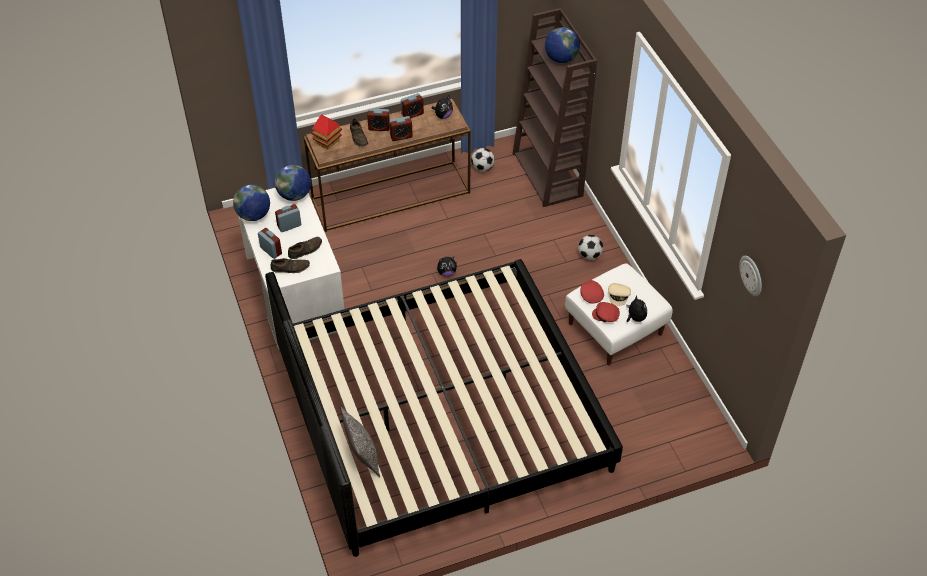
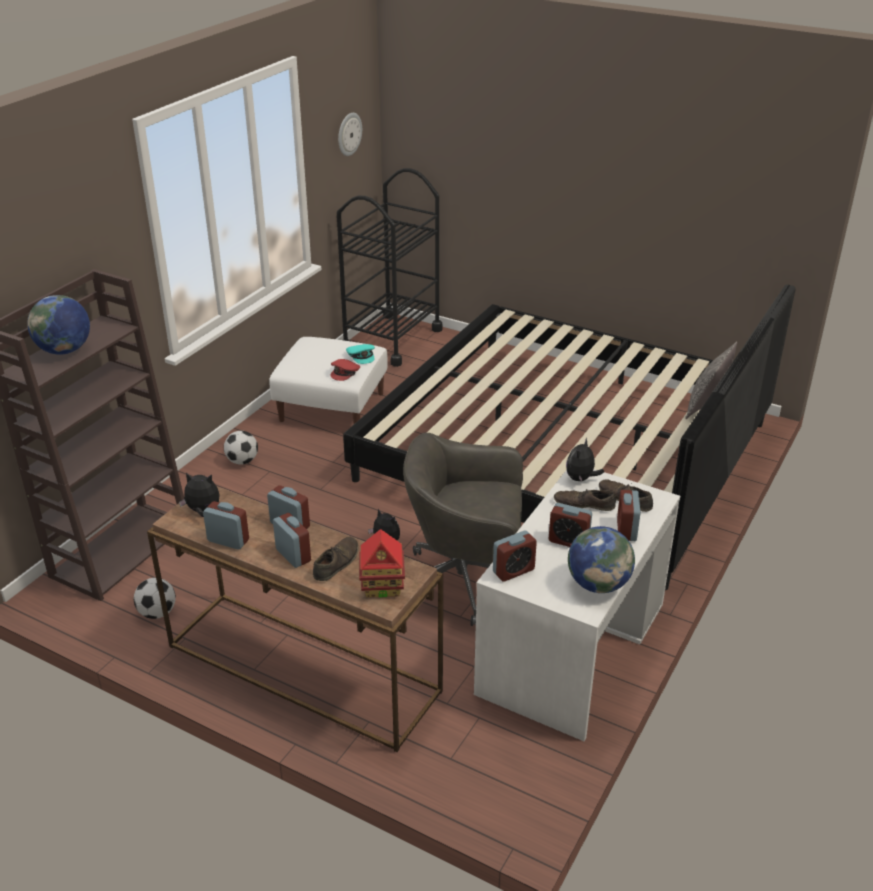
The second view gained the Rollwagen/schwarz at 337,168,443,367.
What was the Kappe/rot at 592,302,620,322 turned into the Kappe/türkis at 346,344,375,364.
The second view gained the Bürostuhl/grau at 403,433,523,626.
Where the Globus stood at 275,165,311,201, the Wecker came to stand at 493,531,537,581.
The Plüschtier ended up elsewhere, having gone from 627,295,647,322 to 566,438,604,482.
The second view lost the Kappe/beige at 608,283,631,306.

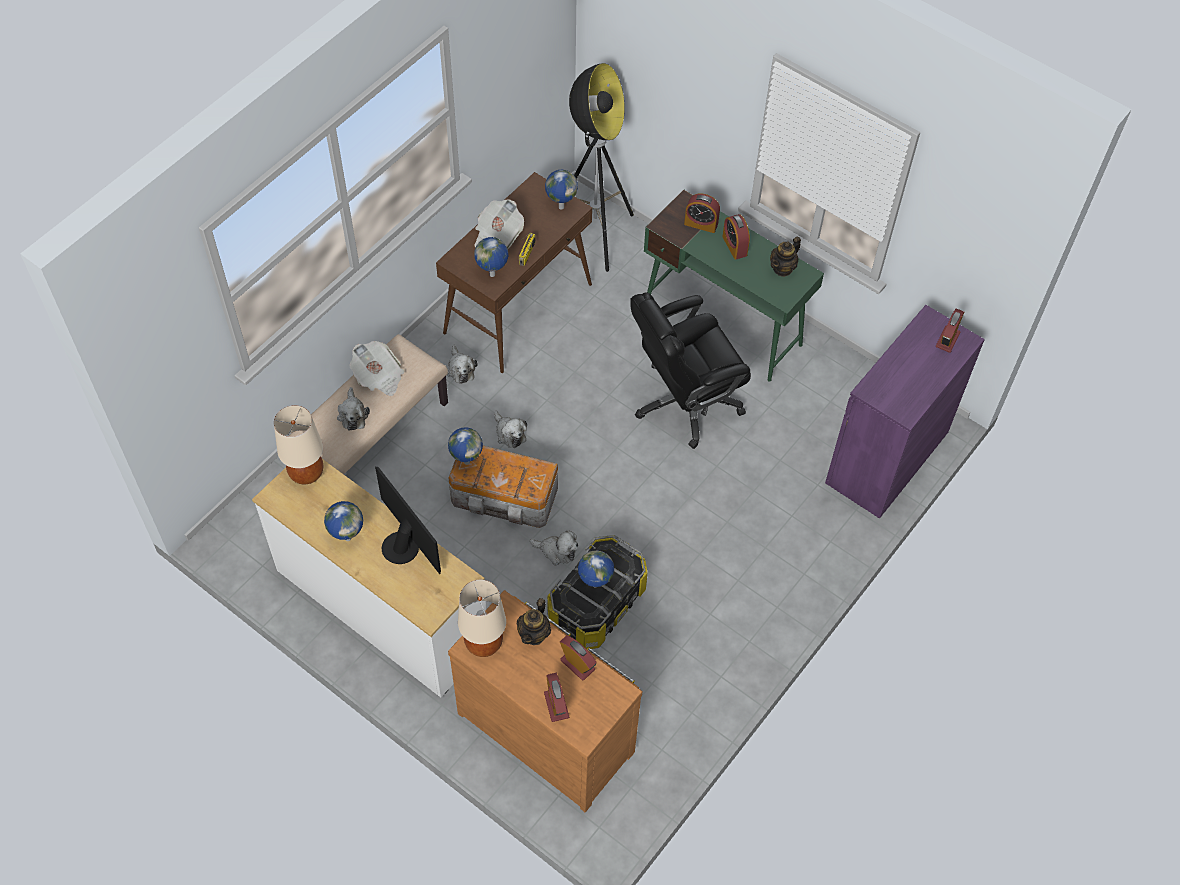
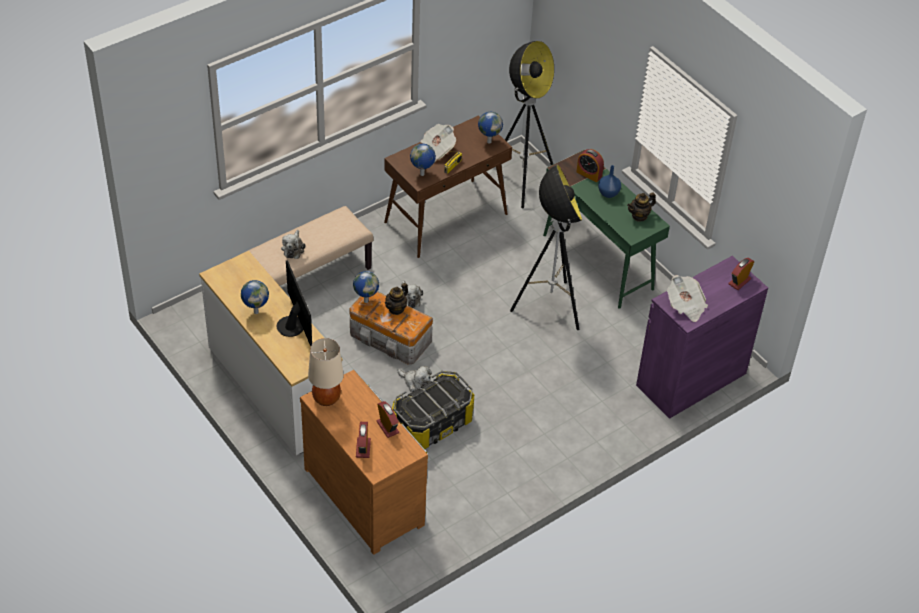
The Teekanne ended up elsewhere, having gone from 516,598,551,645 to 385,283,408,315.
Where the Bürostuhl/schwarz stood at 630,292,751,449, the Stehlampe came to stand at 510,164,582,330.
Where the Wecker stood at 722,214,750,260, the Vase/blau came to stand at 598,165,621,198.
The Zeitung ended up elsewhere, having gone from 349,341,404,396 to 667,275,708,322.
The second view lost the Tischlampe/beige at 274,405,323,484.
The second view lost the Plüschtier at 447,345,478,384.
The second view lost the Globus at 578,550,614,588.

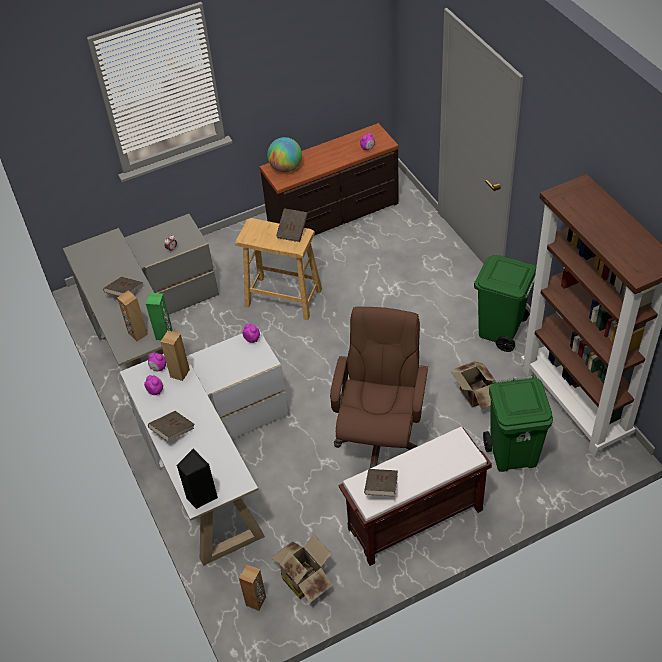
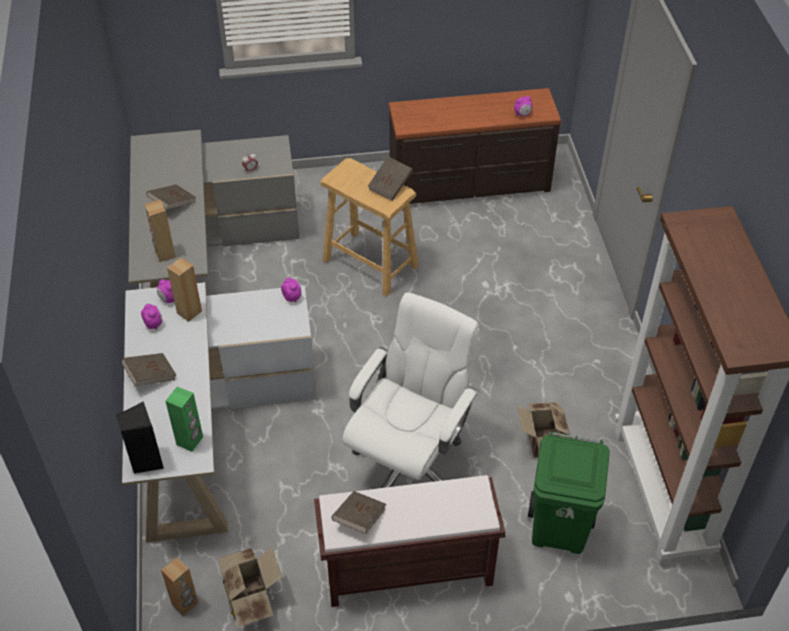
The Lautsprecher/grün ended up elsewhere, having gone from 146,293,173,340 to 165,387,203,452.
What was the Bürostuhl/braun at 330,306,428,468 turned into the Bürostuhl/weiß at 343,293,479,488.
The second view lost the Globus at 267,137,302,172.
The second view lost the Mülleimer/grün at 474,255,536,352.

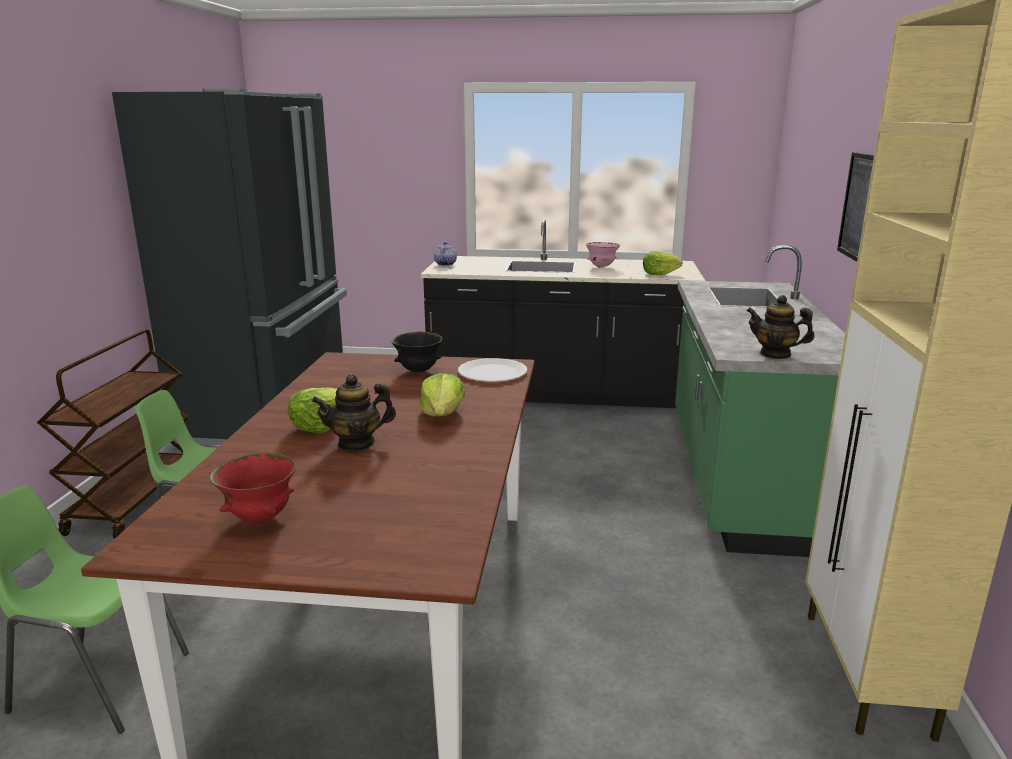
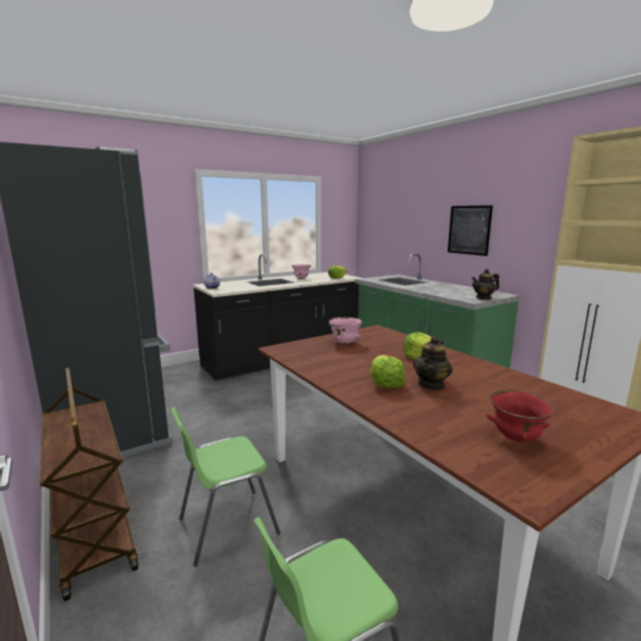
What was the Schüssel/schwarz at 390,332,443,373 turned into the Schüssel/rosa at 328,317,362,344.
The second view lost the Teller/weiß at 458,358,527,382.

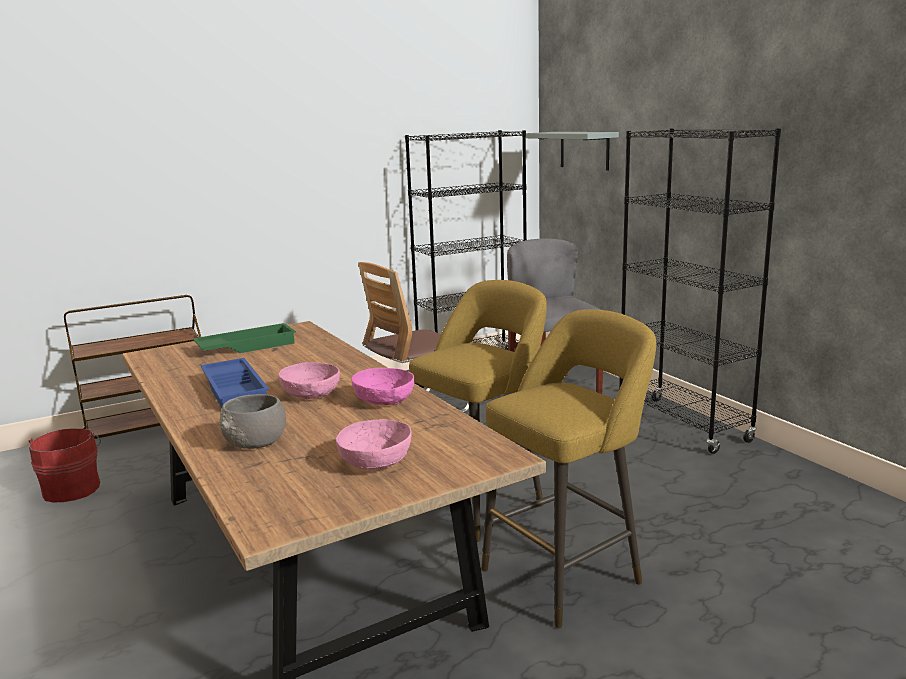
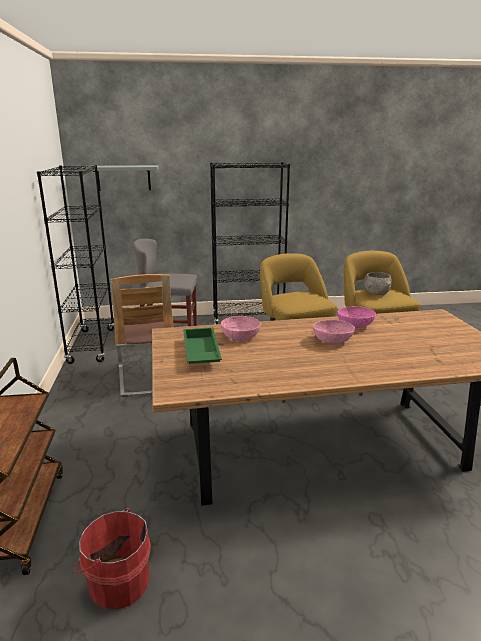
The Schüssel/rosa ended up elsewhere, having gone from 336,419,411,470 to 221,316,261,341.
The Schüssel/grau ended up elsewhere, having gone from 219,394,286,449 to 364,272,392,295.
The second view lost the Tablett/blau at 200,358,269,408.

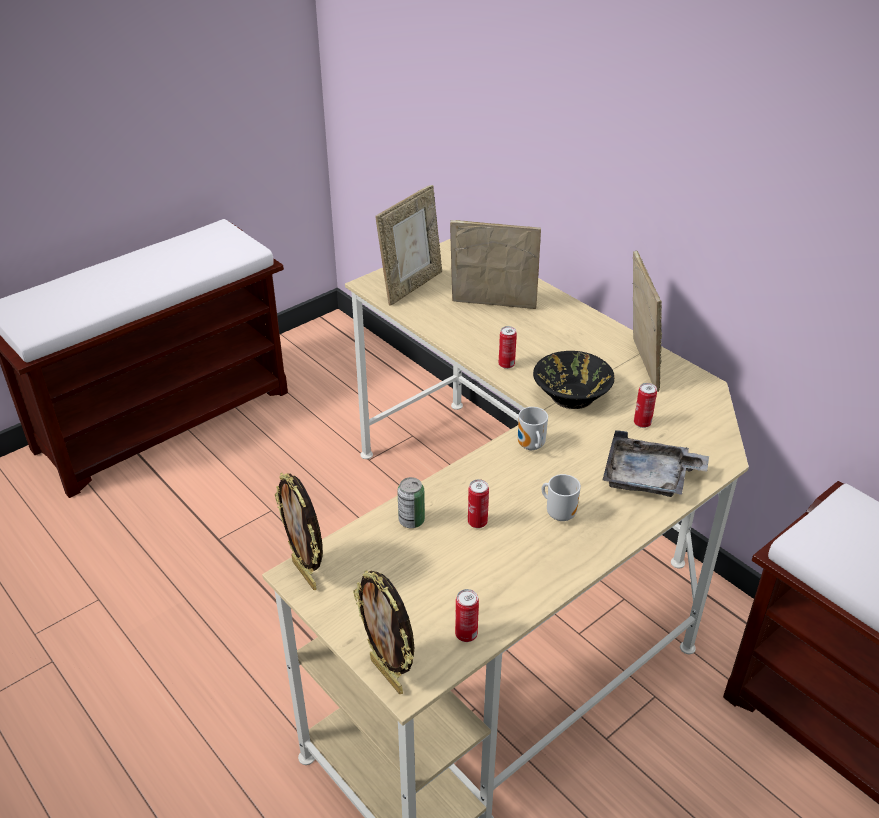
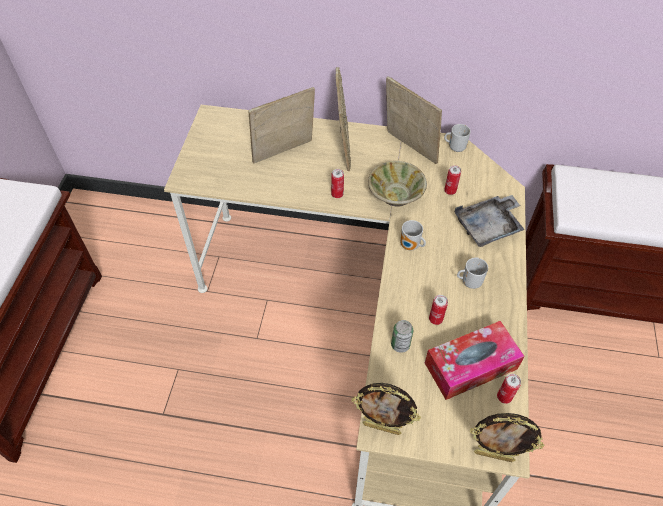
The Bilderrahmen ended up elsewhere, having gone from 376,185,442,306 to 335,67,351,171.
What was the Schüssel/schwarz at 533,351,615,409 turned into the Schüssel/beige at 368,161,427,207.
The second view gained the Taschentuchbox at 425,321,525,400.
The second view gained the Henkelbecher at 444,124,471,152.

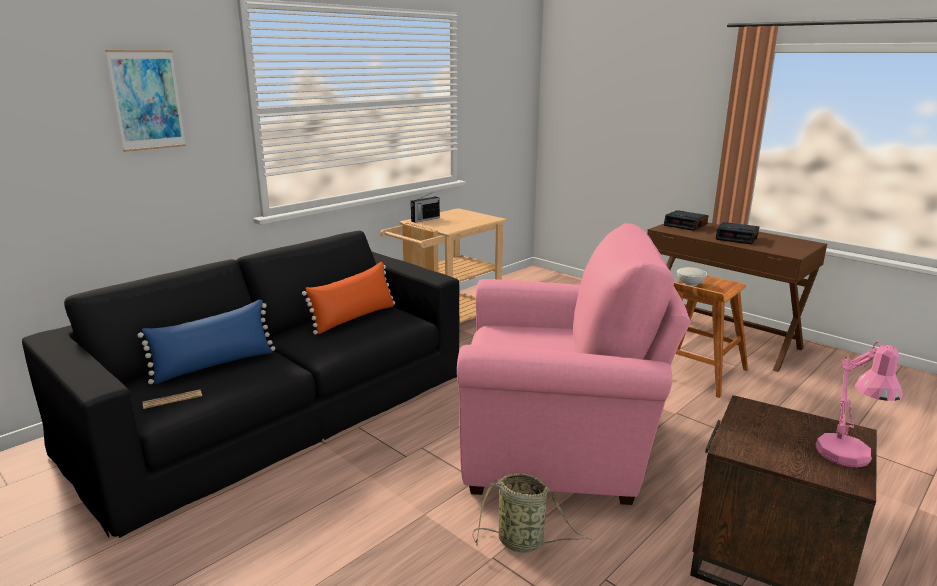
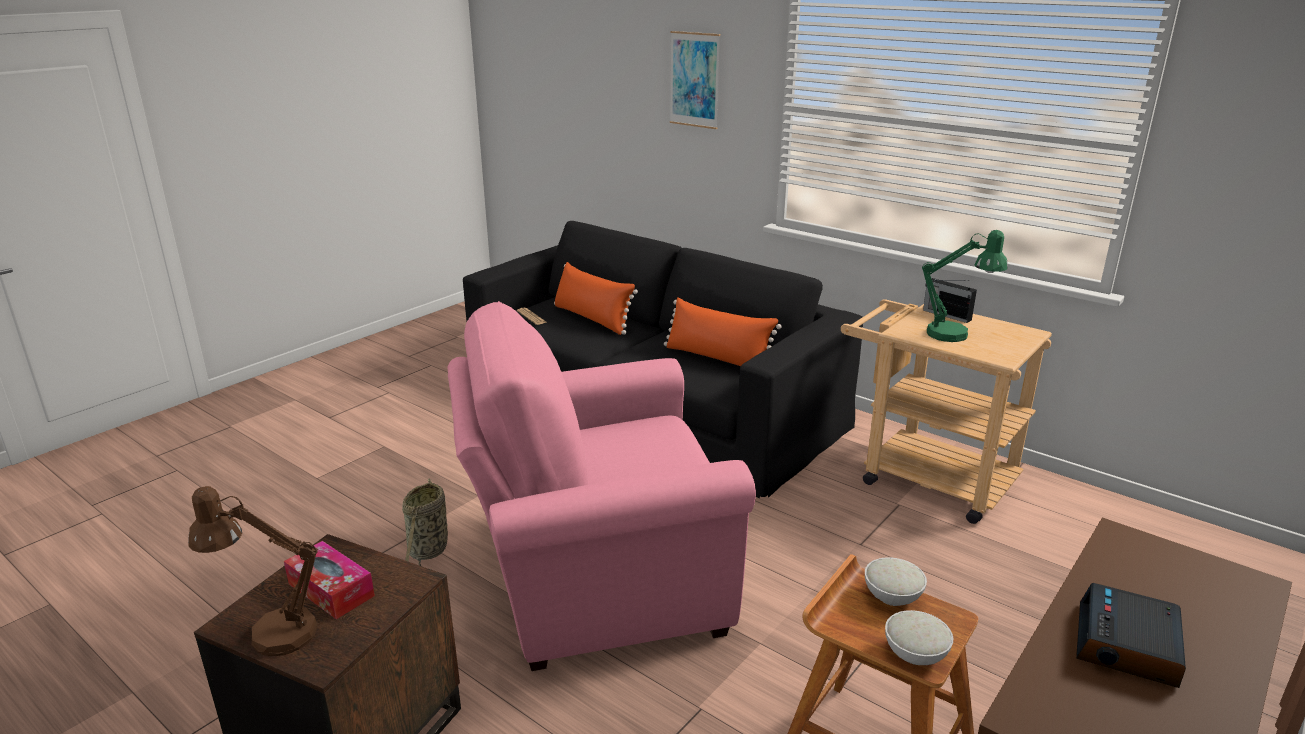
What was the Tischlampe/rosa at 815,342,902,467 turned into the Tischlampe/braun at 188,486,318,656.
The second view gained the Taschentuchbox at 284,541,375,619.
The Sessel/rosa at 457,223,691,505 ended up facing another way, 75 degrees clockwise from before.
What was the Kissen/blau at 137,300,275,384 turned into the Kissen/orange at 554,262,638,335.
The second view gained the Schüssel/weiß at 885,610,954,665.
The second view gained the Tischlampe/grün at 922,230,1008,342.
The second view lost the Wecker at 664,210,708,231.

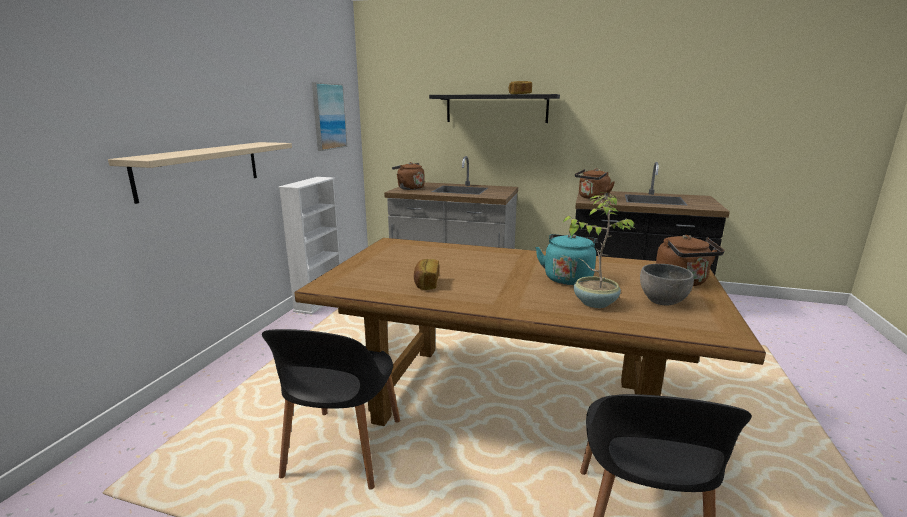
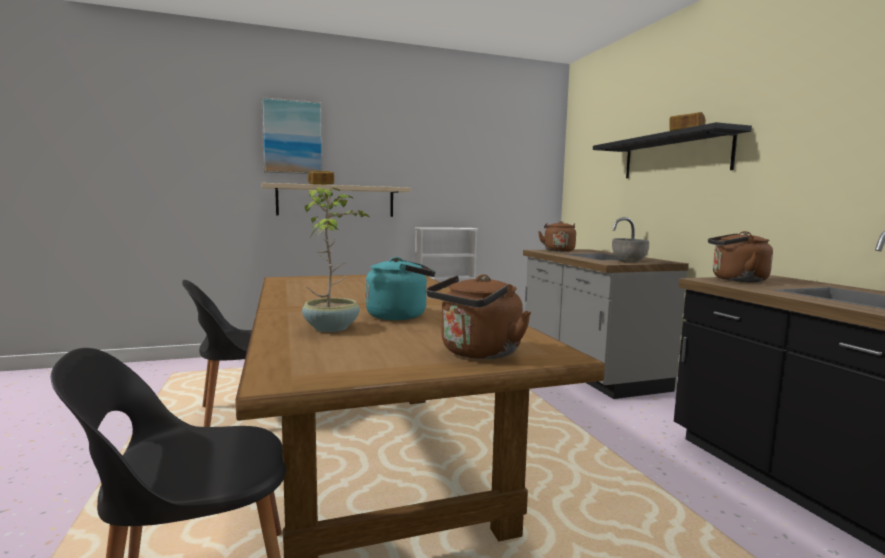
The Bild ended up elsewhere, having gone from 312,82,347,151 to 261,97,323,174.
The Brot ended up elsewhere, having gone from 414,259,439,290 to 308,171,334,185.
The Schüssel/grau ended up elsewhere, having gone from 640,264,694,305 to 612,238,649,263.

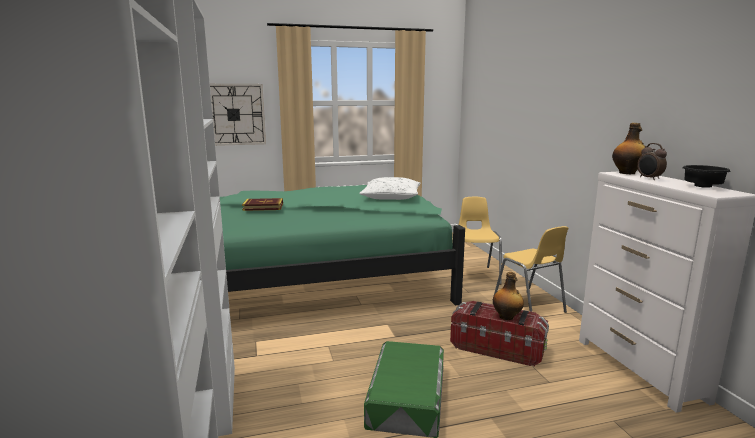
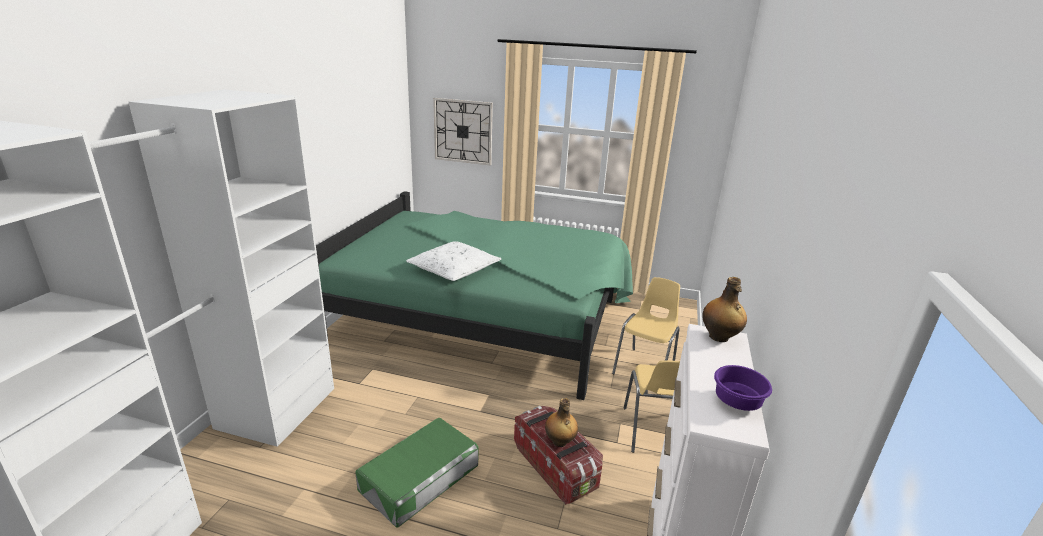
The Kissen/weiß ended up elsewhere, having gone from 359,177,420,200 to 406,241,502,281.
What was the Schüssel/schwarz at 683,165,730,188 turned into the Schüssel/lila at 714,365,772,411.
The second view lost the Buch at 242,198,283,211.
The second view lost the Wecker at 637,143,667,180.

